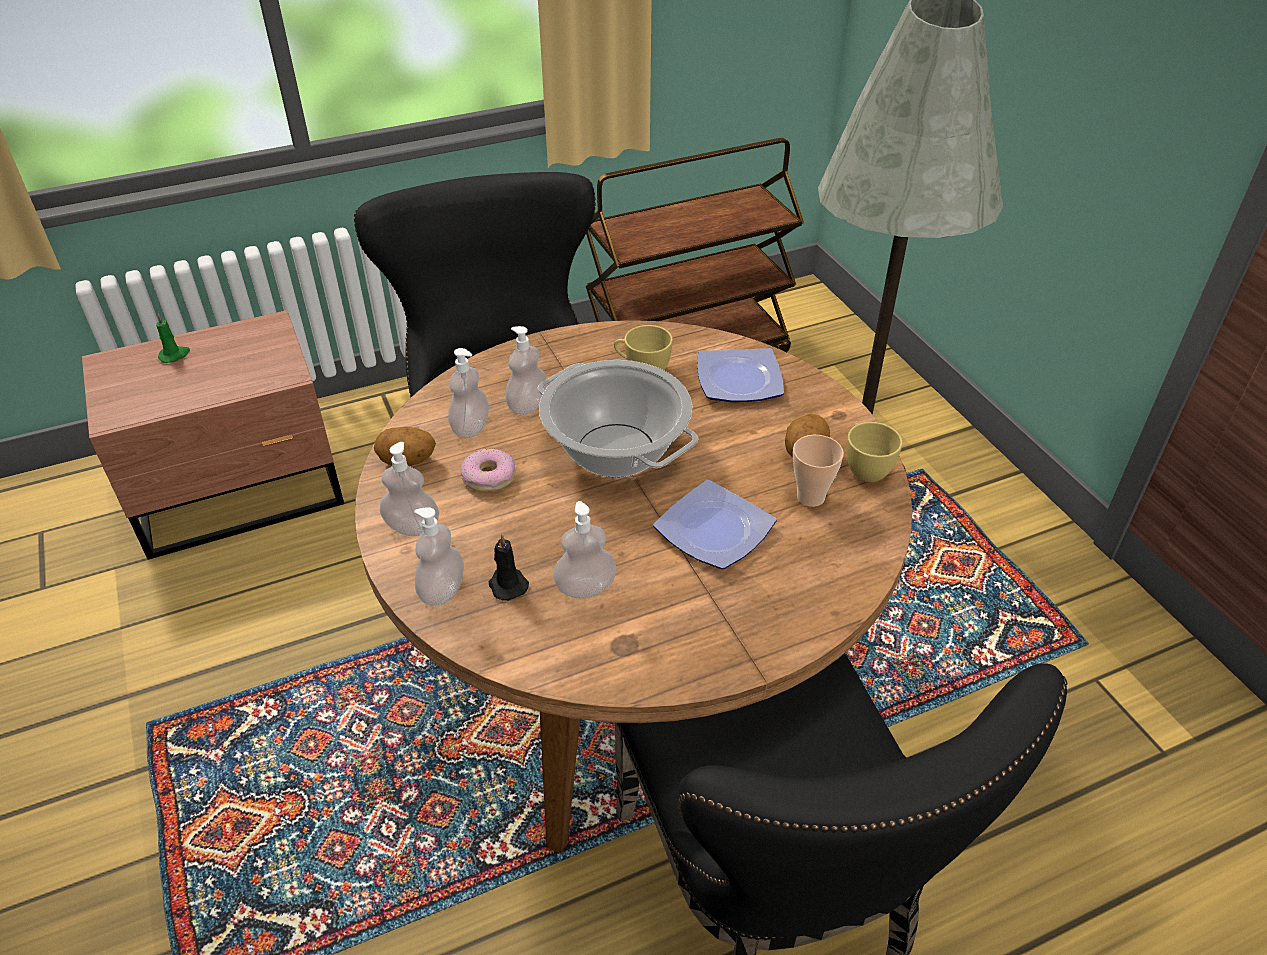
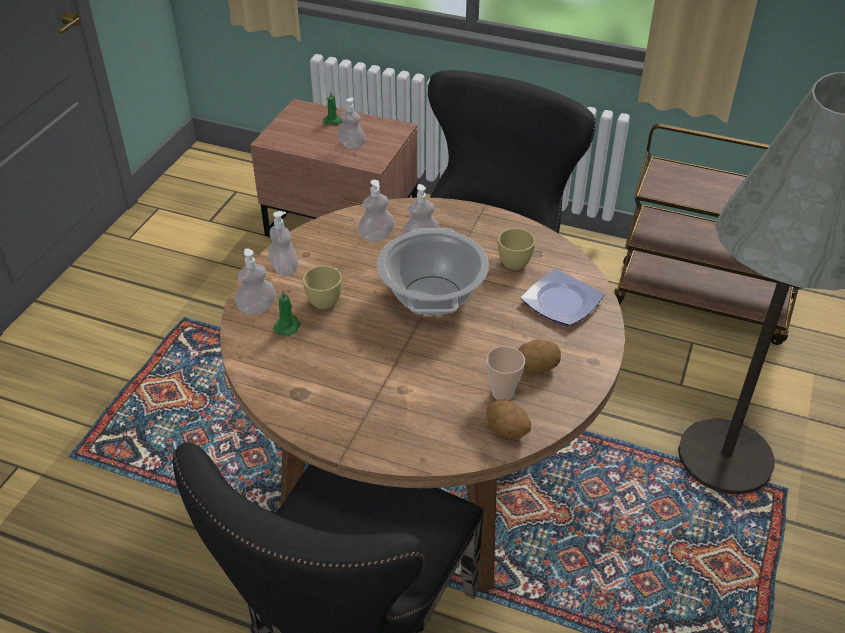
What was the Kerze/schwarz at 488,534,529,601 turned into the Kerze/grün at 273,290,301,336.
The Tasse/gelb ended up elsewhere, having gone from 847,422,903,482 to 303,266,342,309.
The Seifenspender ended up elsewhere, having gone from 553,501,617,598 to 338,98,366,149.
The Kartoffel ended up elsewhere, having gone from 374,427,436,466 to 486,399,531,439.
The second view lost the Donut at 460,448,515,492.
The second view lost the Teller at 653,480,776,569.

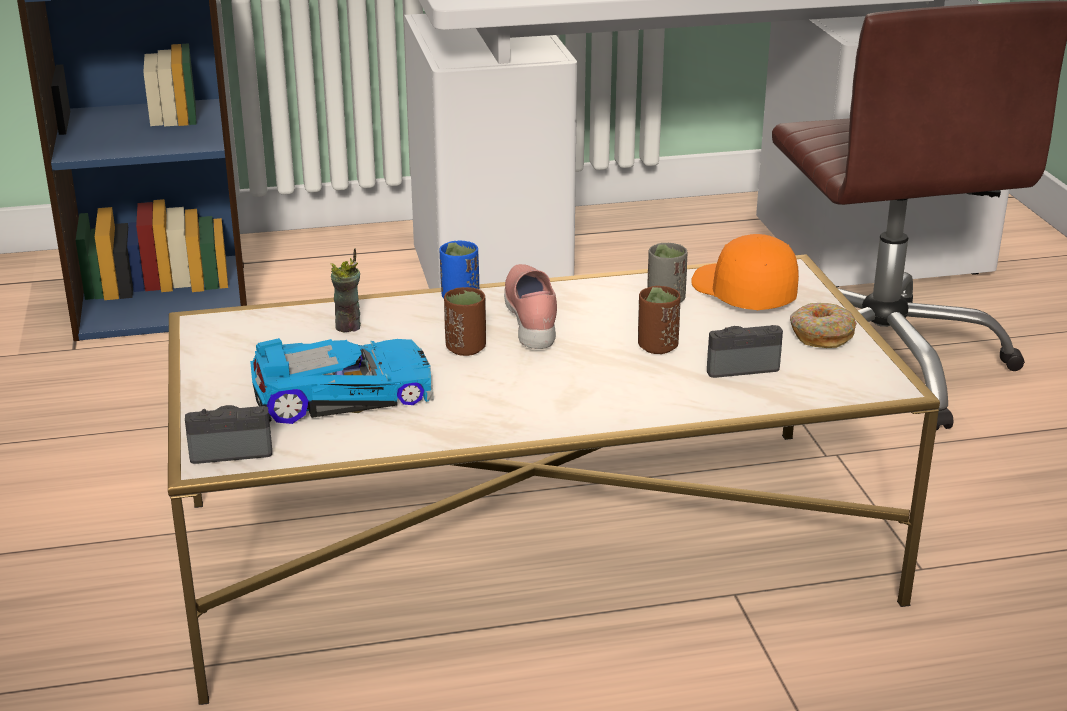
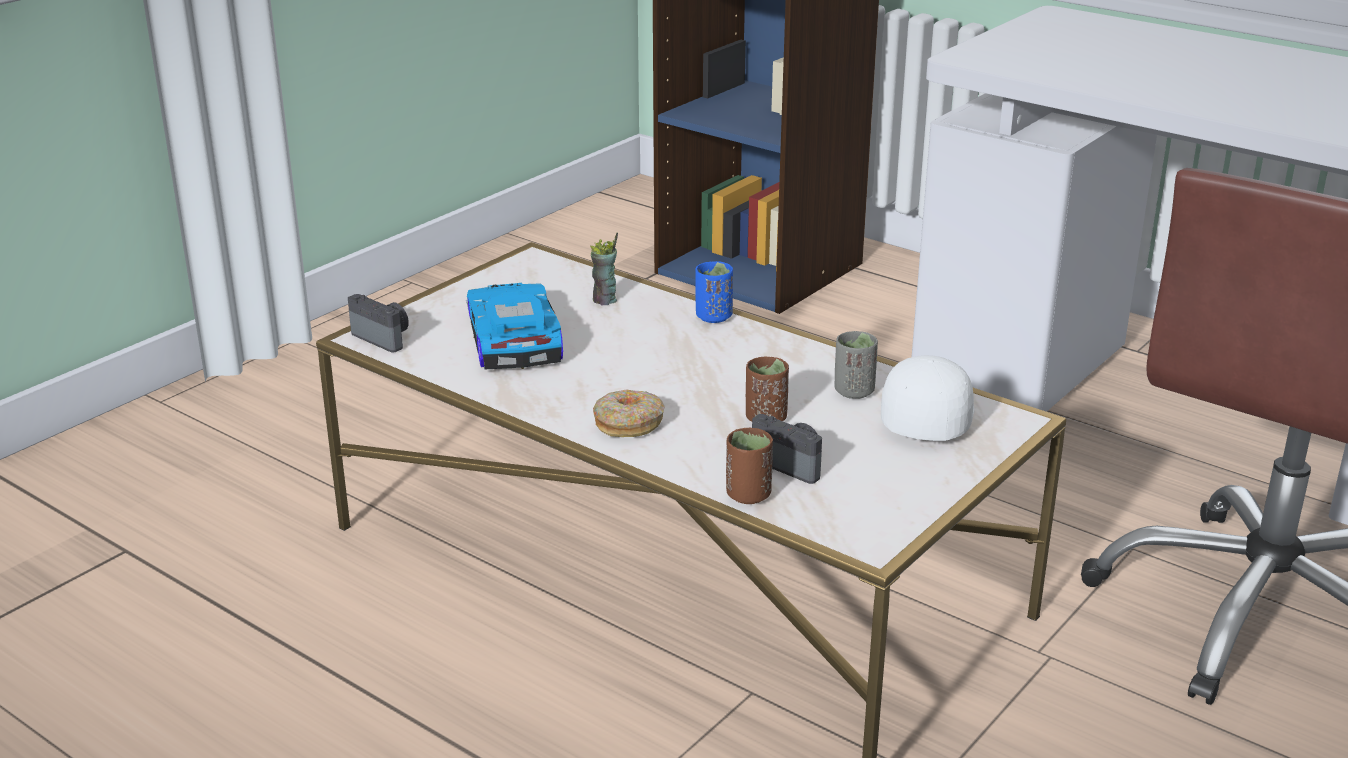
The Spielzeugauto at 250,338,434,424 ended up facing another way, 135 degrees counterclockwise from before.
The Donut ended up elsewhere, having gone from 790,303,857,348 to 593,390,665,437.
The Tasse/braun ended up elsewhere, having gone from 444,287,486,356 to 726,428,773,504.
What was the Kappe/orange at 691,234,799,310 turned into the Kappe/weiß at 881,355,975,441.
The second view lost the Schuh/rosa at 504,264,557,349.

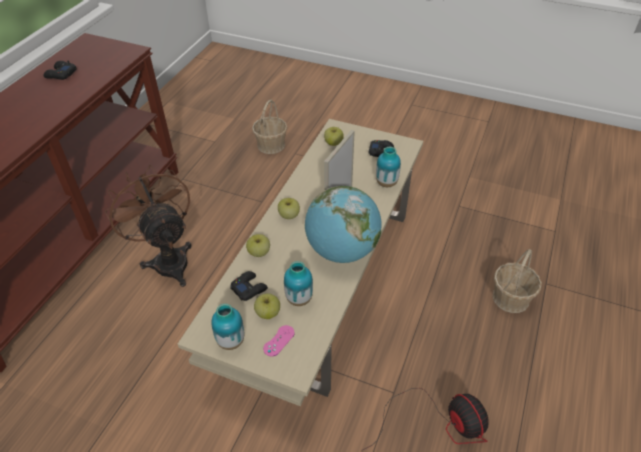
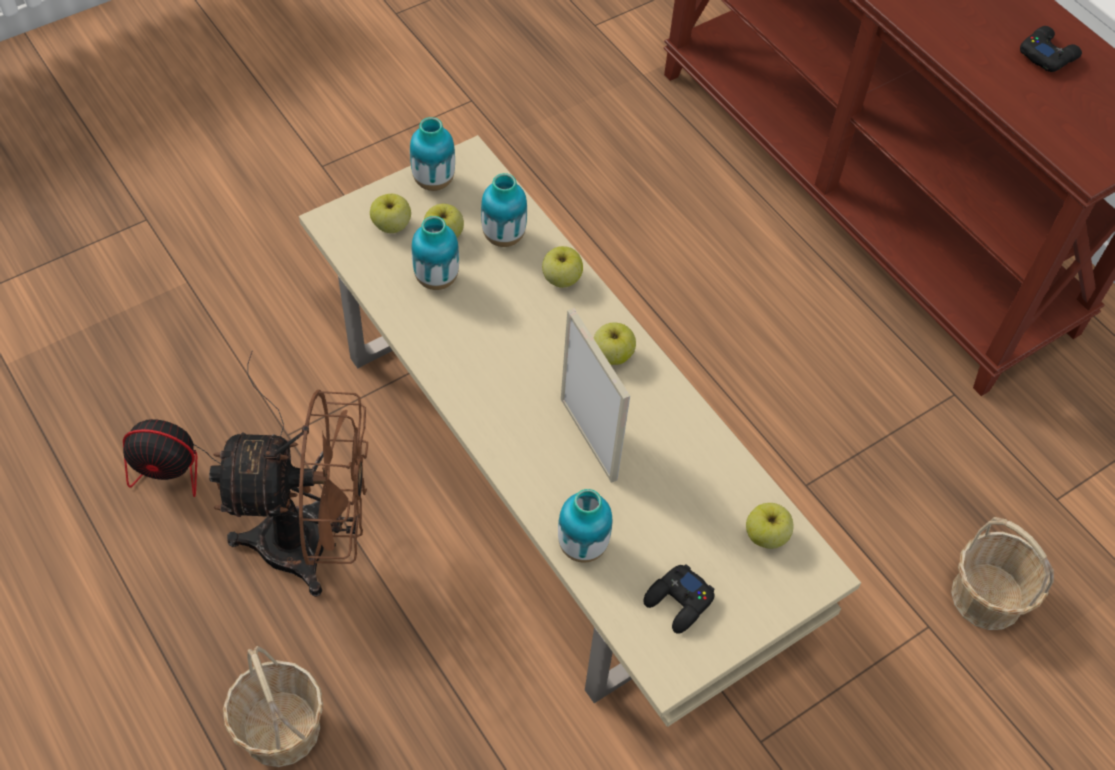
The Ventilator/braun ended up elsewhere, having gone from 105,165,191,287 to 209,390,368,597.
Where the Gamepad/rosa stood at 263,325,295,356, the Apfel came to stand at 370,194,411,233.
Where the Gamepad/schwarz stood at 230,271,268,301, the Vase came to stand at 481,173,527,247.
The second view lost the Globus at 305,186,382,263.

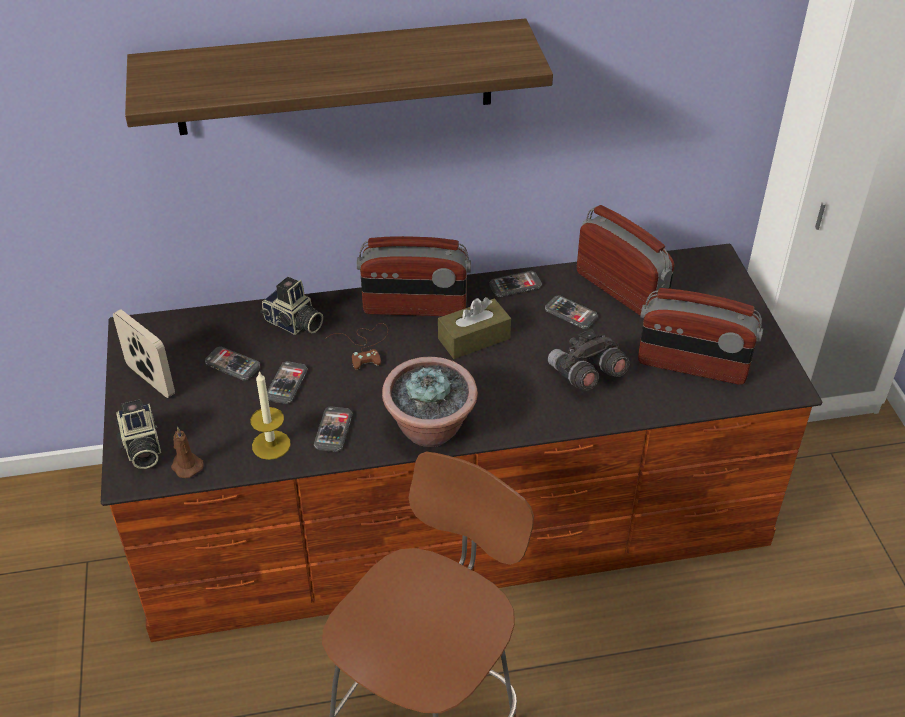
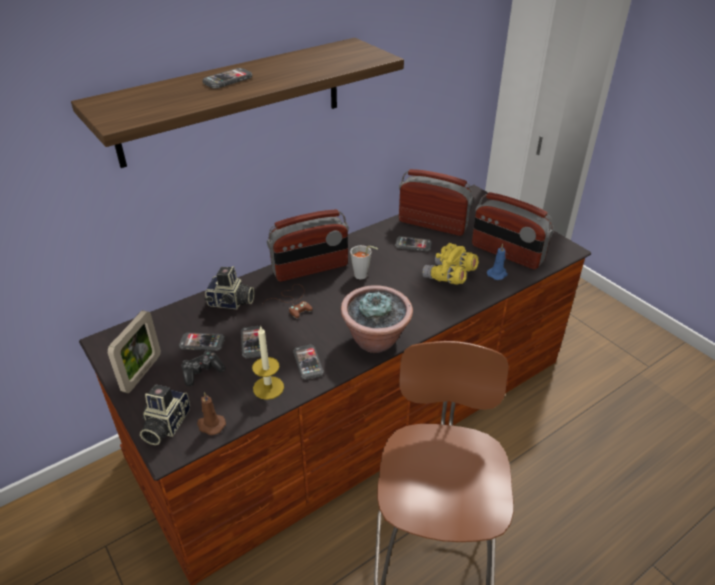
The Bilderrahmen at 113,309,175,398 ended up facing another way, 90 degrees clockwise from before.
The Kamera at 116,399,161,469 ended up facing another way, 60 degrees clockwise from before.
The second view gained the Gamepad at 181,351,226,386.
The Handy ended up elsewhere, having gone from 489,271,542,297 to 202,68,252,88.
Where the Taschentuchbox/braun stood at 438,297,511,359, the Tasse/grau came to stand at 350,245,378,279.
What was the Fernglas/grau at 548,329,630,391 turned into the Fernglas/gelb at 422,243,479,285.
The Radio at 638,288,763,385 ended up facing another way, 45 degrees clockwise from before.
The second view gained the Kerze/blau at 487,243,508,280.

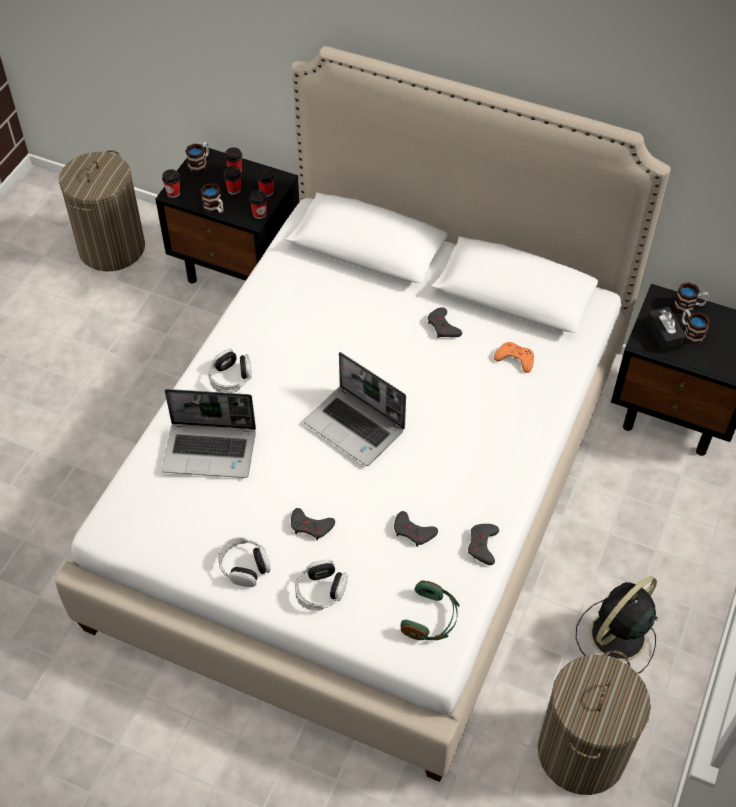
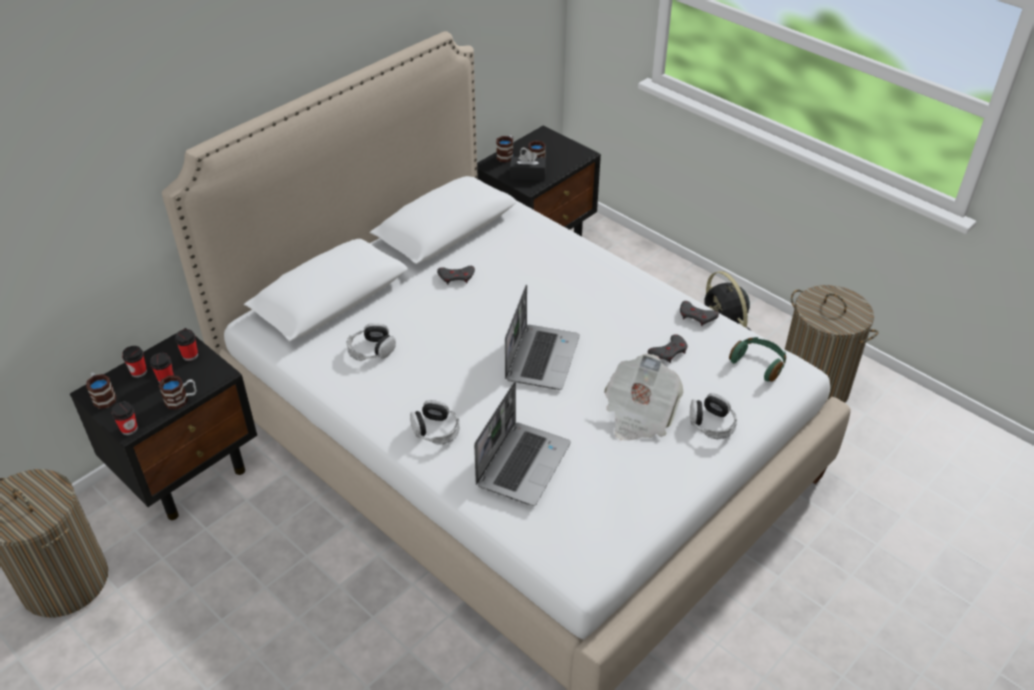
The Kopfhörer ended up elsewhere, having gone from 218,537,270,587 to 347,323,396,361.
The Laptop at 303,352,406,466 ended up facing another way, 45 degrees counterclockwise from before.
Where the Gamepad/grau stood at 291,508,335,540, the Zeitung came to stand at 604,354,684,441.
The second view lost the Tasse at 249,190,268,219.
The second view lost the Gamepad/orange at 494,342,534,373.

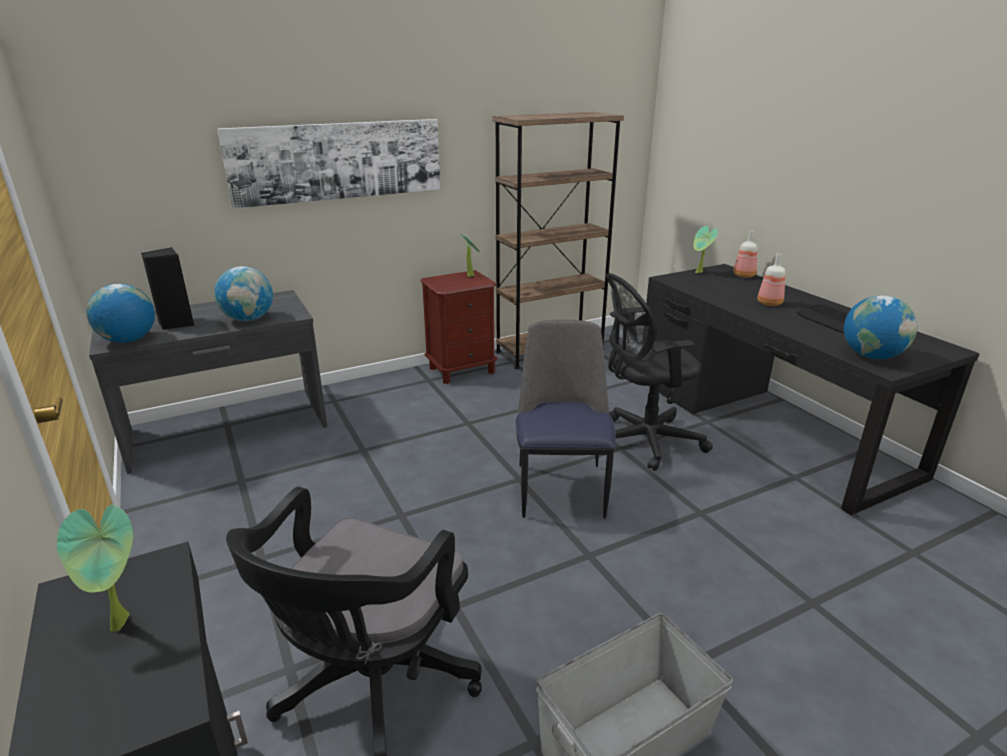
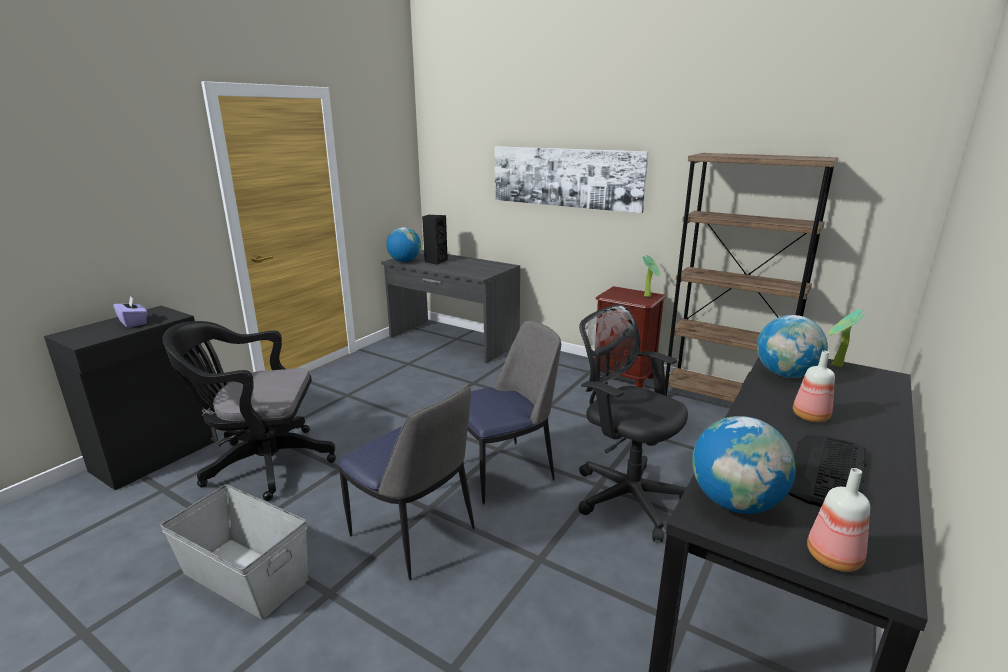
Where the Topfpflanze stood at 57,505,133,632, the Taschentuchbox/lila came to stand at 113,296,147,328.
The second view gained the Stuhl at 338,384,475,580.
The Globus ended up elsewhere, having gone from 214,266,273,321 to 757,315,828,378.
The Flasche ended up elsewhere, having gone from 733,231,757,278 to 807,468,870,572.

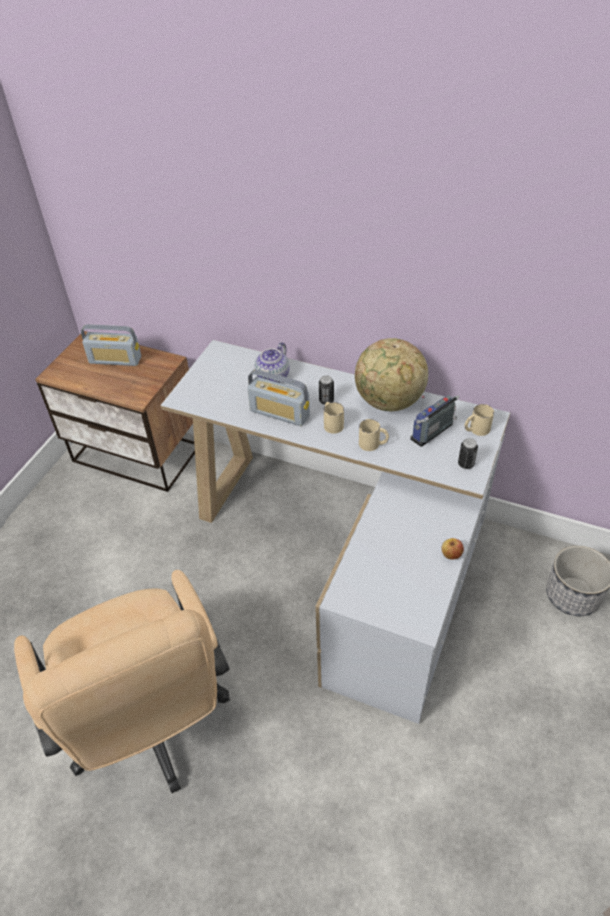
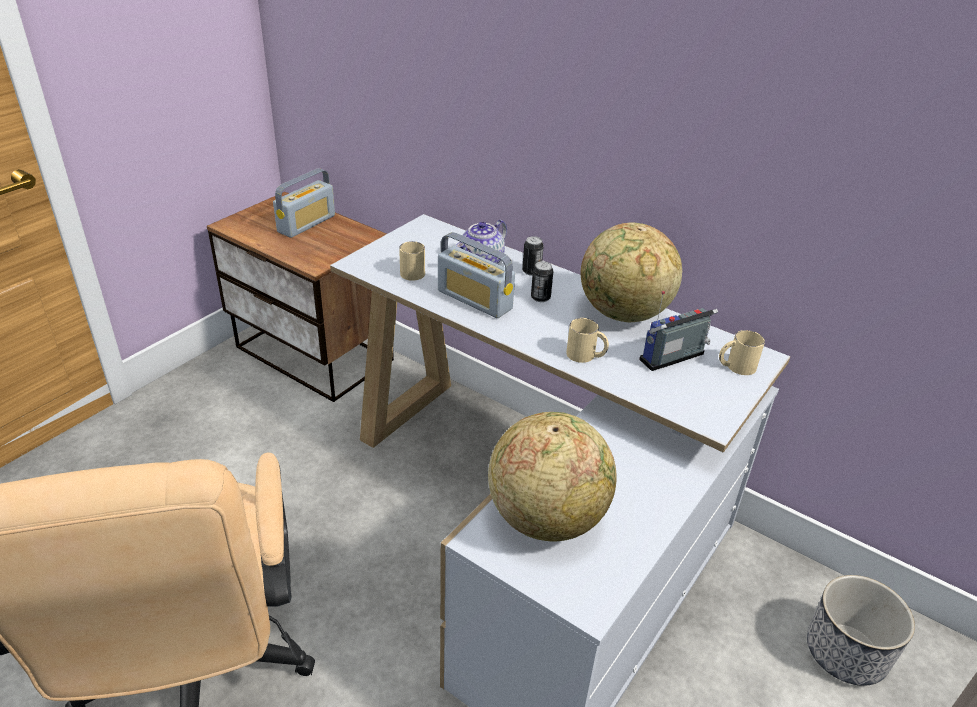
The Radio at 81,324,141,366 ended up facing another way, 75 degrees counterclockwise from before.
The Henkelbecher/beige ended up elsewhere, having gone from 324,402,344,434 to 399,241,425,281.
The second view gained the Globus at 488,412,617,541.
The Dose ended up elsewhere, having gone from 458,438,478,469 to 522,236,544,276.
The second view lost the Apfel at 441,538,464,560.

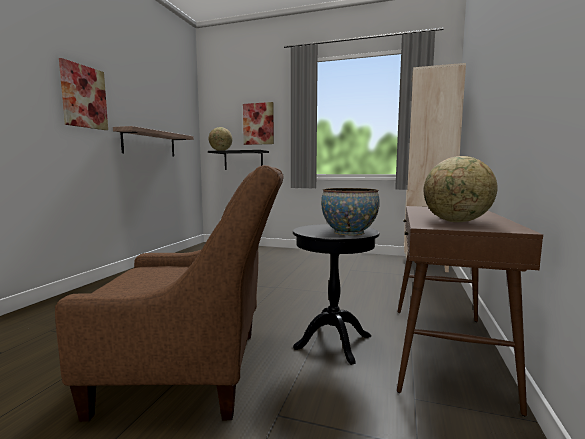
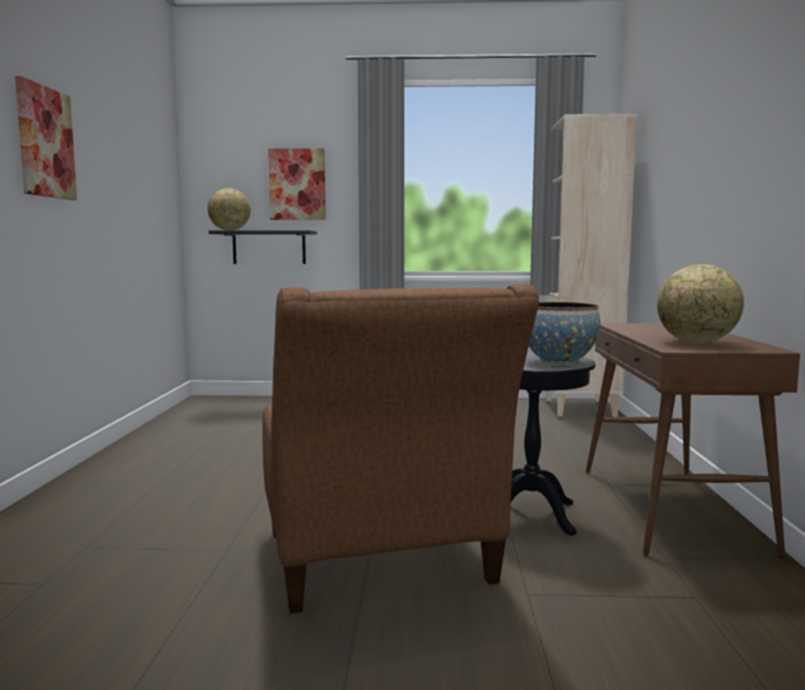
The Sessel/braun at 55,165,283,422 ended up facing another way, 90 degrees clockwise from before.
The second view lost the Wandregal at 113,126,193,157.

